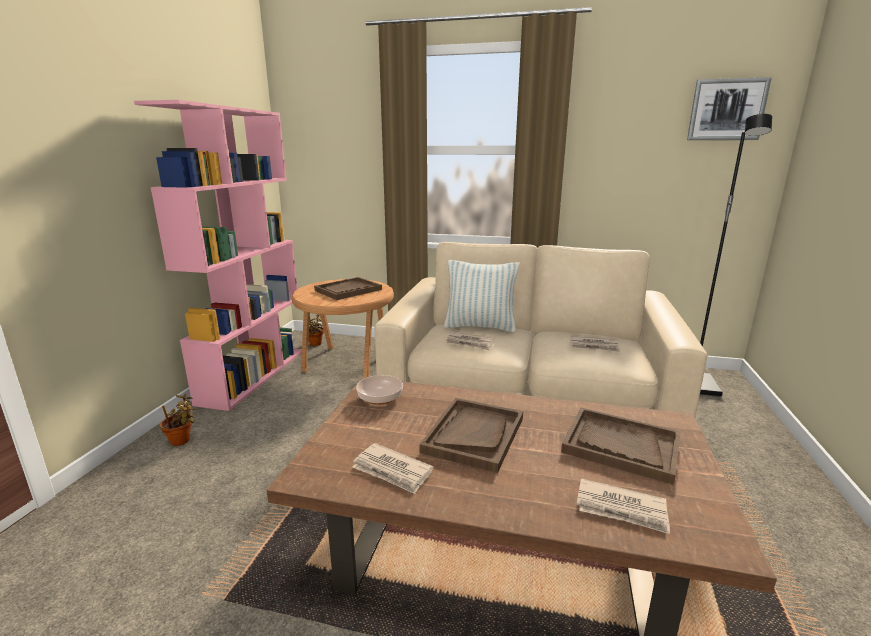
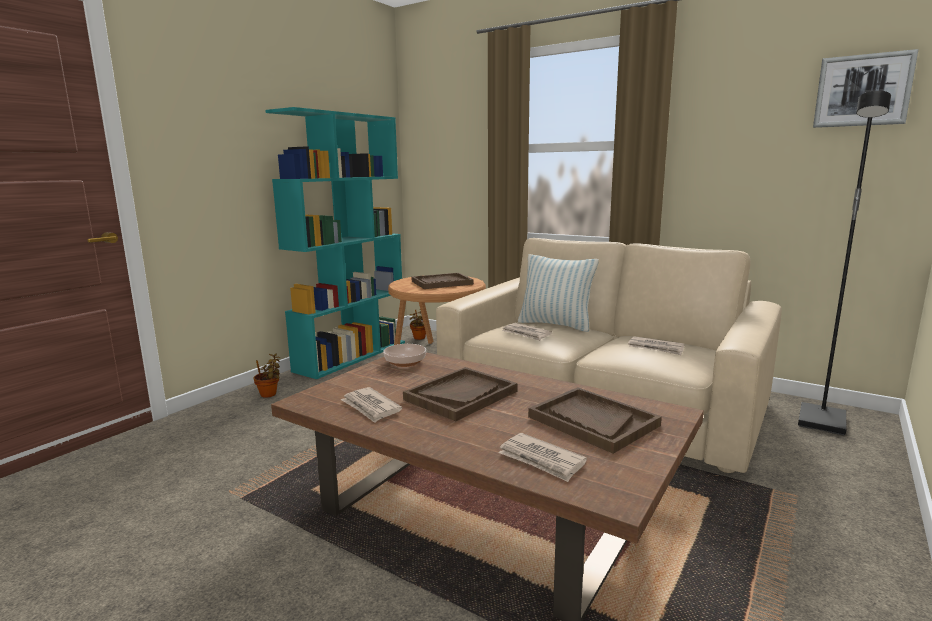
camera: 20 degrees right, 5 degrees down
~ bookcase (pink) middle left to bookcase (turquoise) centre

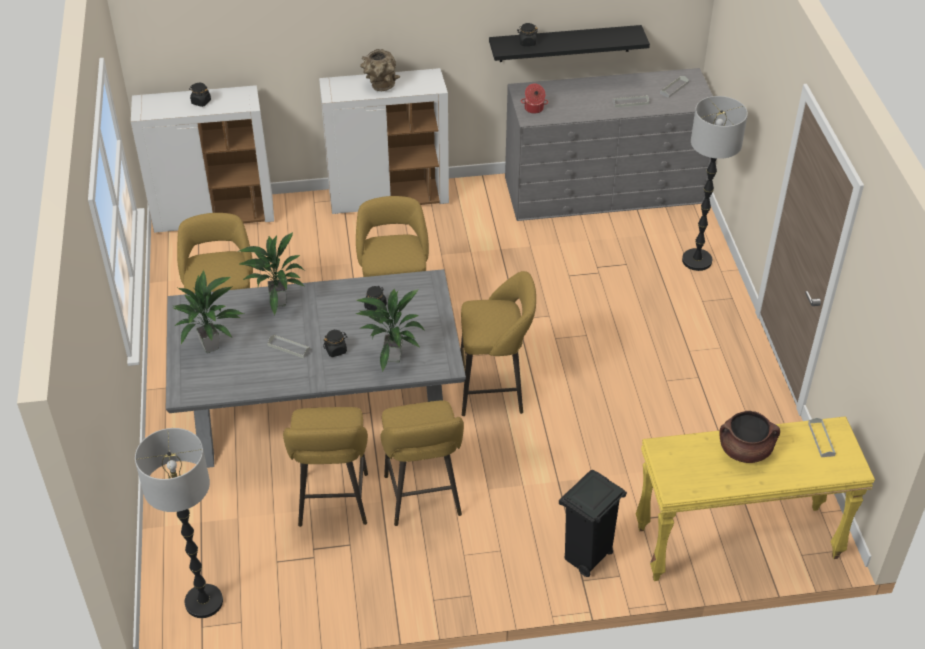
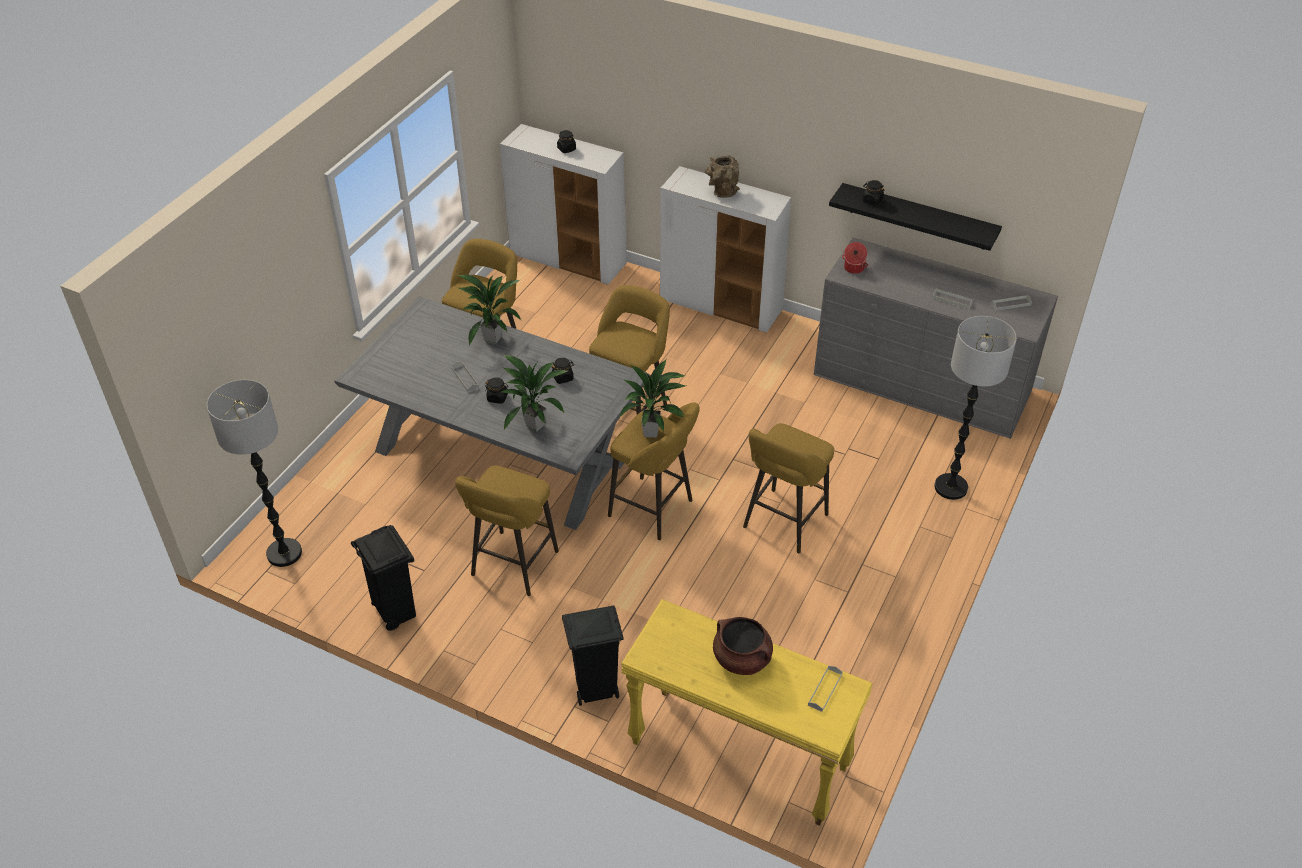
camera: 35 degrees right, 0 degrees up
+ trash can (black) (1st from left) middle left
~ potted plant (1st from left in the first image) middle left to potted plant (3rd from left) centre
~ stool (yellow) (2nd from left in the first image) bottom centre to stool (yellow) (5th from left) centre

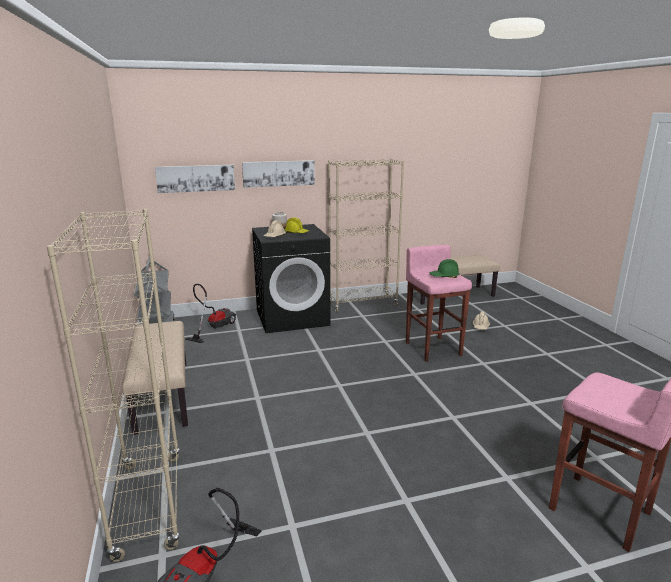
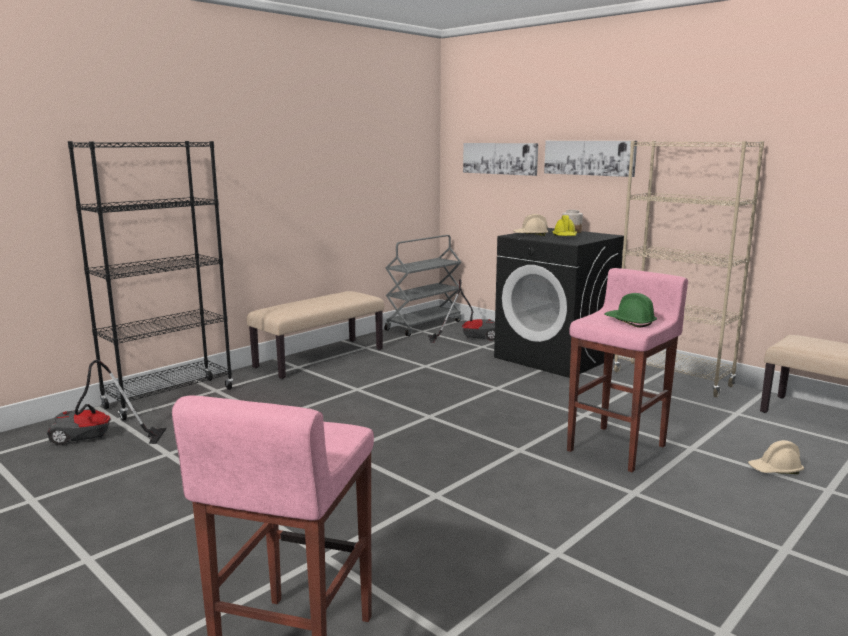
camera: 60 degrees right, 5 degrees down
~ bookcase (beige) (1st from left) middle left to bookcase (black) middle left

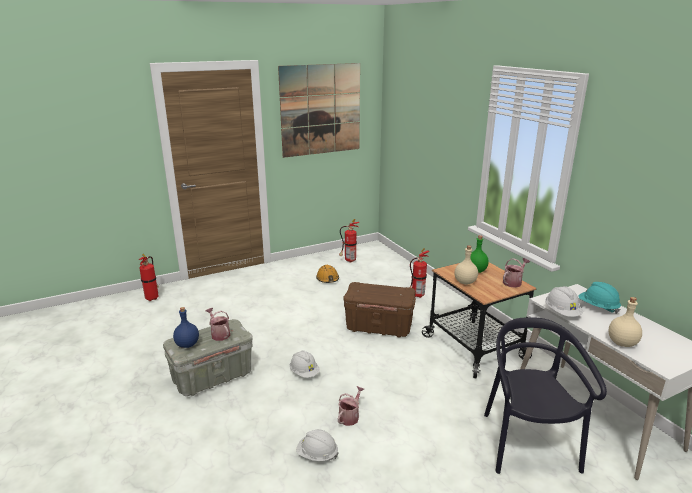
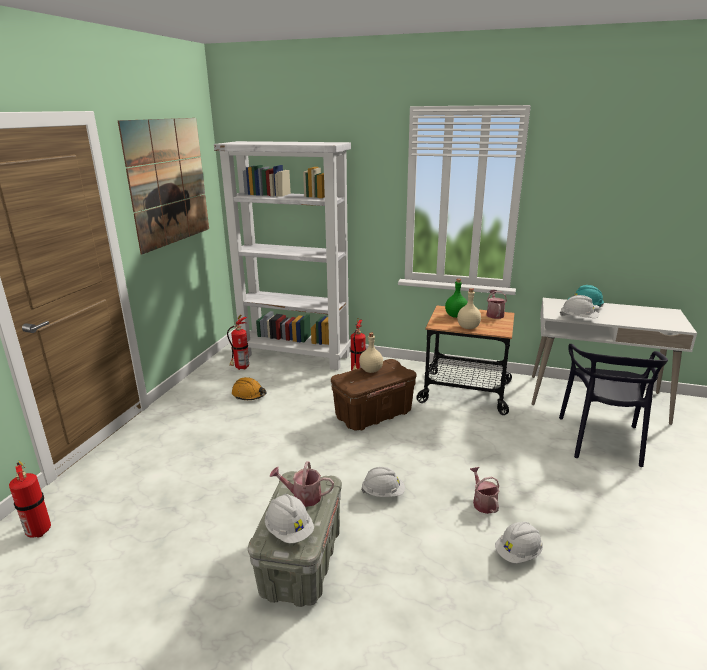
camera: 45 degrees left, 0 degrees up
+ bookcase (white) centre
~ bottle (beige) (2nd from left in the first image) middle right to bottle (beige) (1st from left) centre
~ bottle (blue) middle left to hard hat (white) (1st from left) bottom centre
~ chair (black) bottom right = middle right 120 degrees counterclockwise

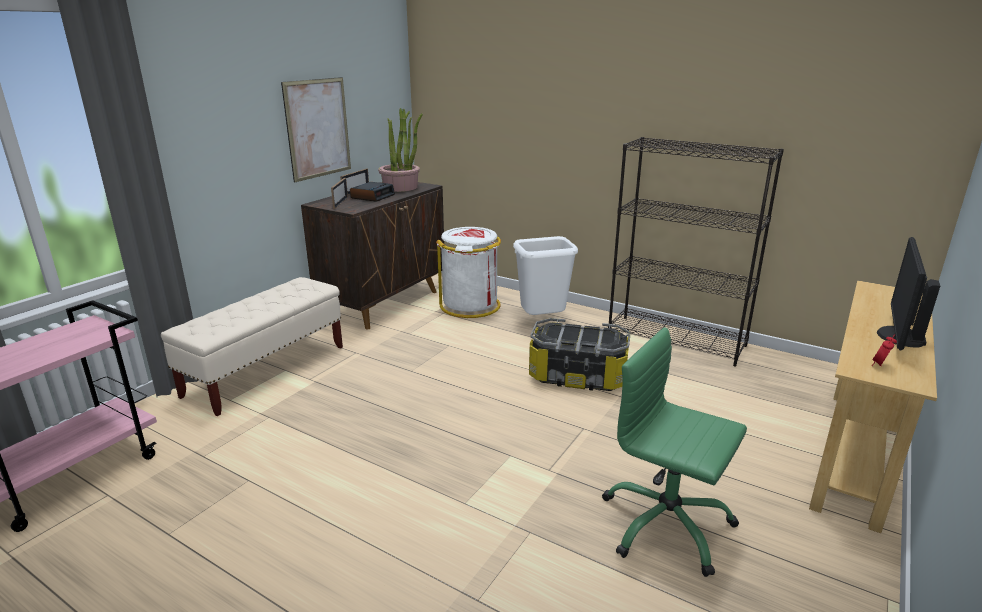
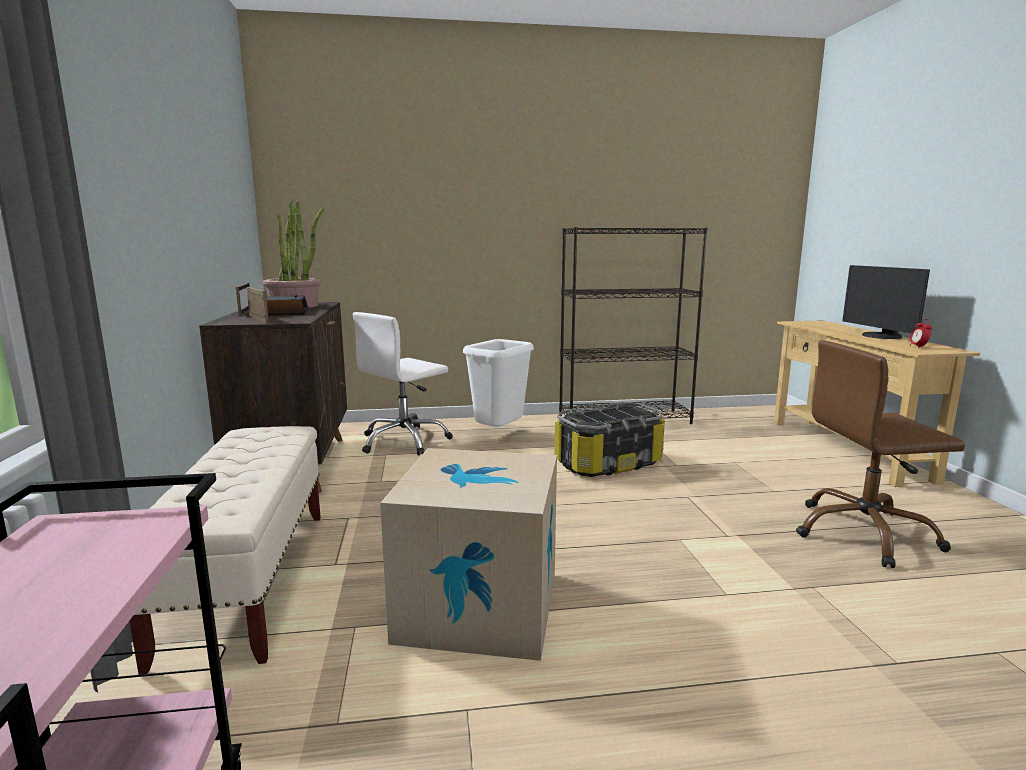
camera: 40 degrees left, 10 degrees down
- picture top left
+ cardboard box bottom centre
~ trash can (white) (1st from left) centre to office chair (white) centre
~ office chair (green) bottom right to office chair (brown) middle right

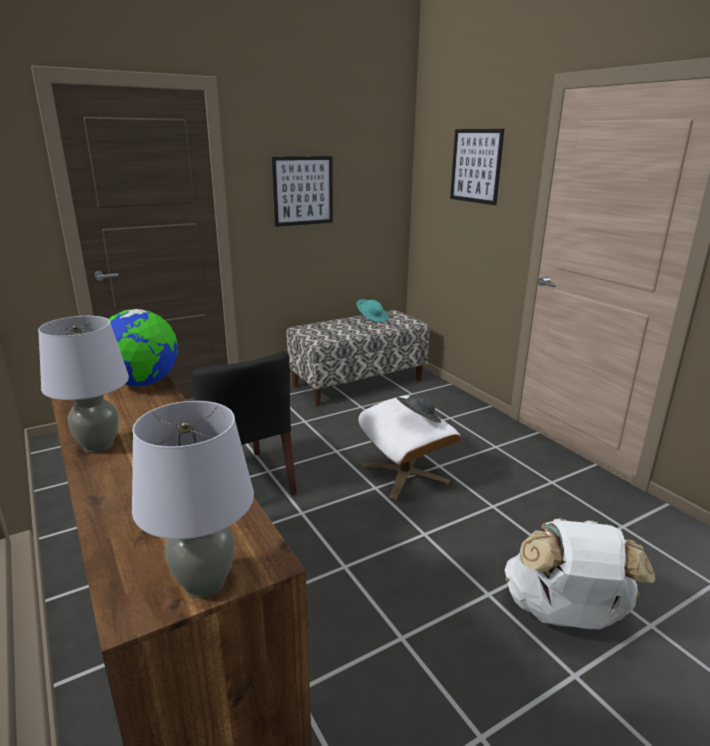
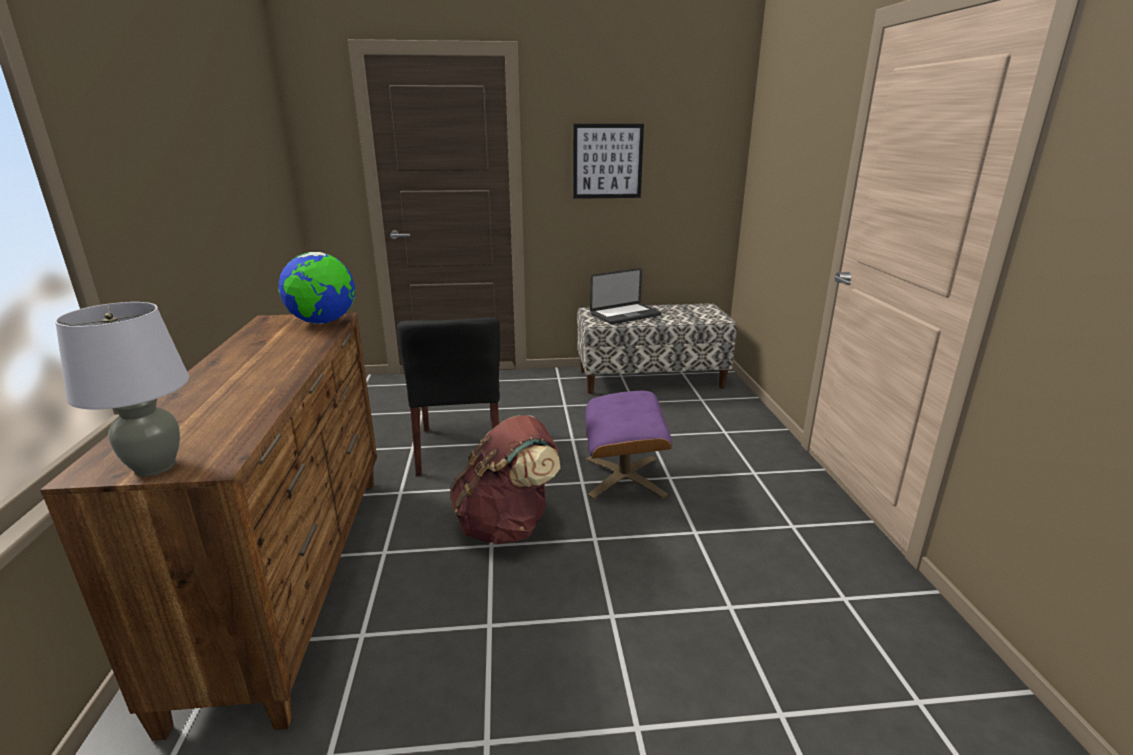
camera: 25 degrees right, 0 degrees up
- table lamp (grey) (1st from left) middle left
- hat (turquoise) centre
- hat (grey) centre
- picture (2nd from left) top right
- backpack (white) bottom right
+ backpack (brown) centre
+ laptop centre
~ ottoman (white) centre to ottoman (purple) centre

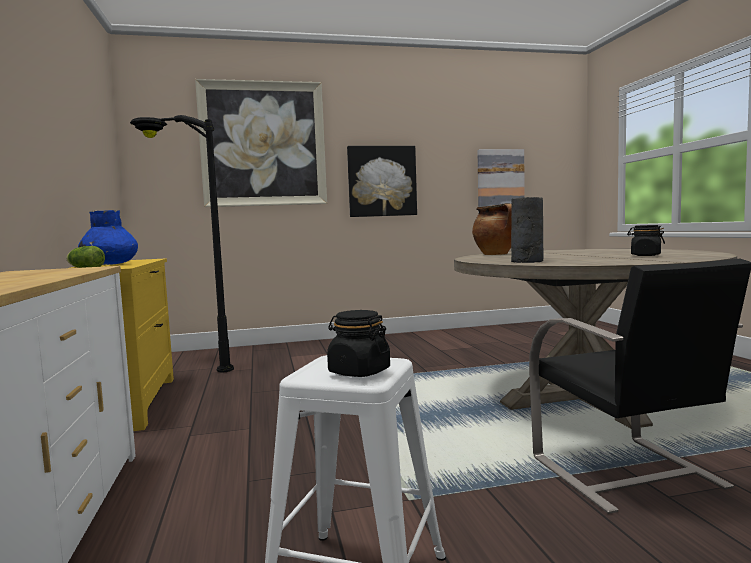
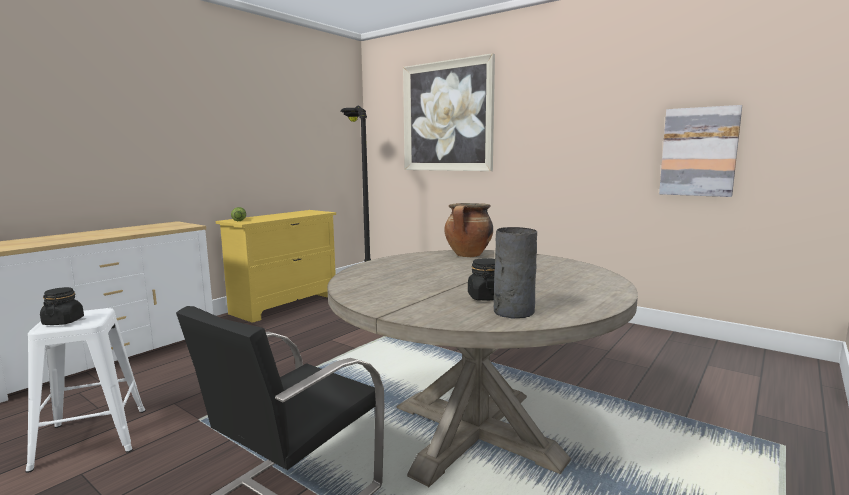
camera: 50 degrees right, 5 degrees up
- vase (blue) middle left
- picture (2nd from left) top centre
~ vase (grey) middle right to centre

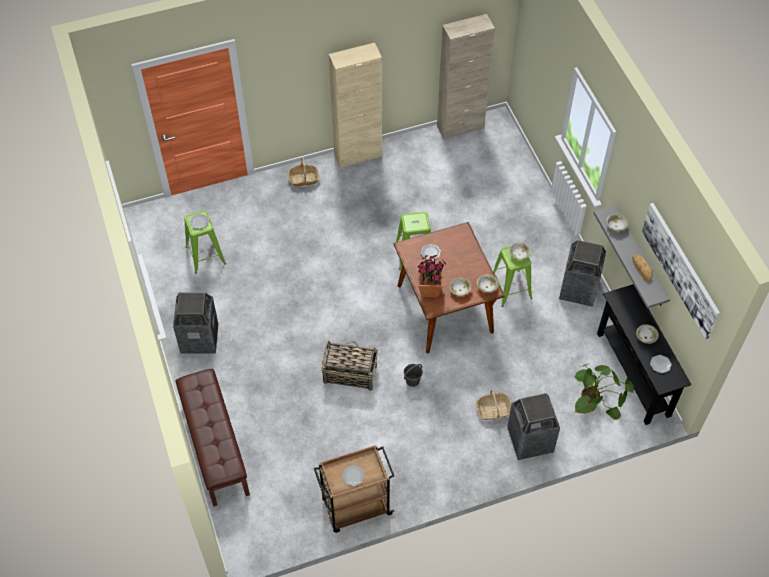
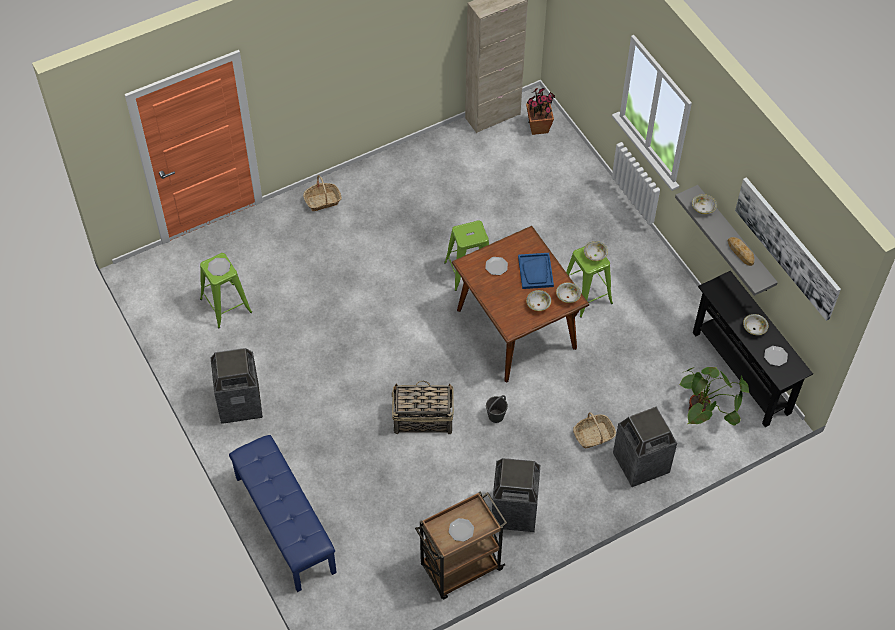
camera: 10 degrees left, 0 degrees up
- cabinet (beige) (1st from left) top centre
+ tray (blue) centre
~ potted plant (1st from left) centre to top centre
~ trash can (3rd from left in the first image) middle right to trash can (2nd from left) bottom centre
~ bench (brown) bottom left to bench (blue) bottom left

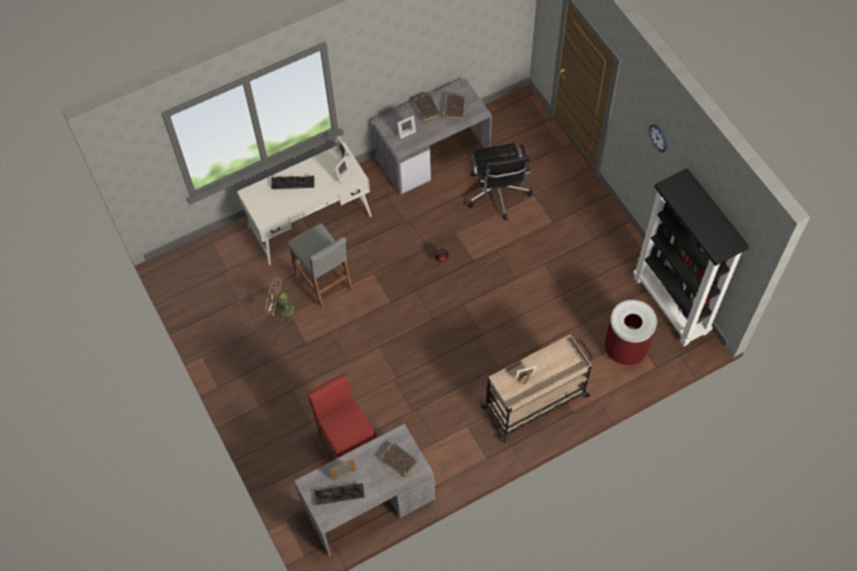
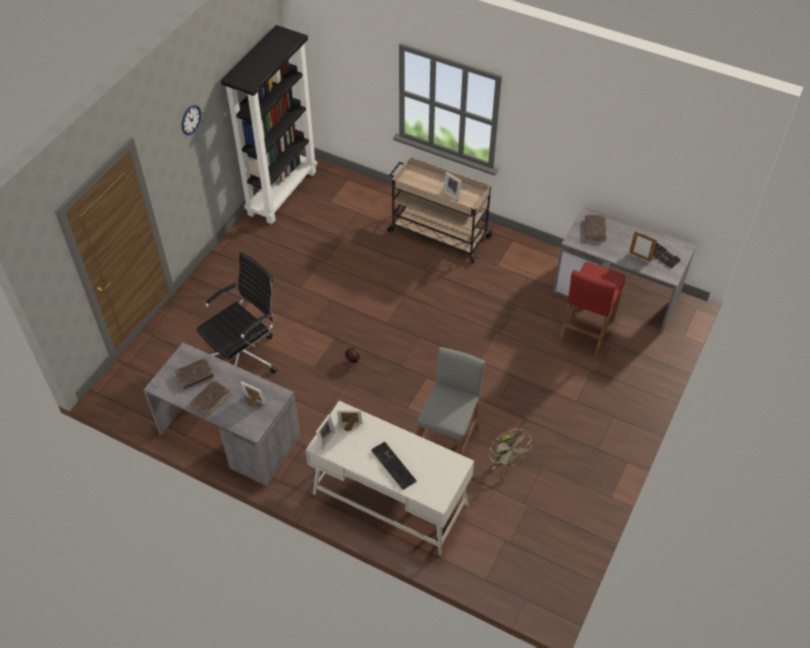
camera: 125 degrees left, 10 degrees down
- trash can middle right

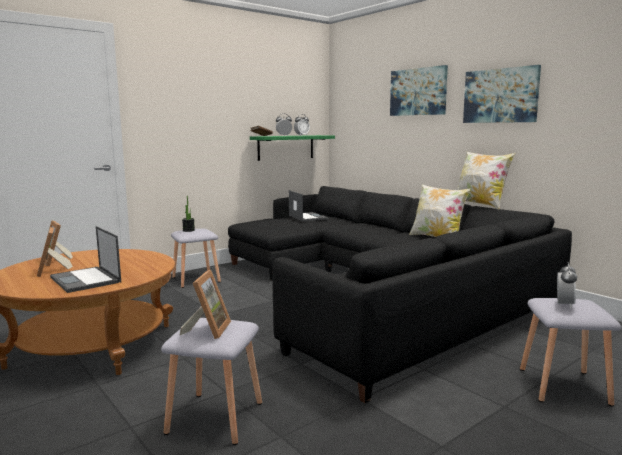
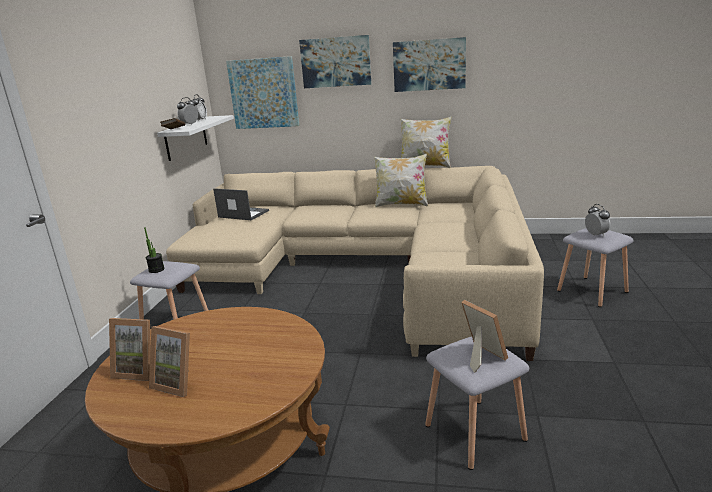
camera: 40 degrees left, 10 degrees up
- laptop (1st from left) middle left
+ picture (1st from left) top centre
~ sofa (black) centre to sofa (beige) centre
~ shelf (green) top centre to shelf (white) top left

